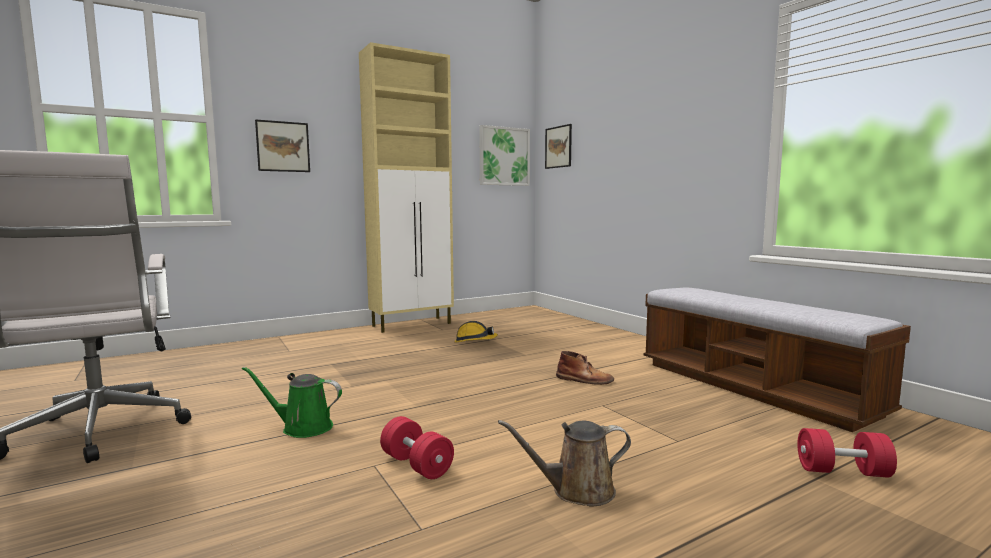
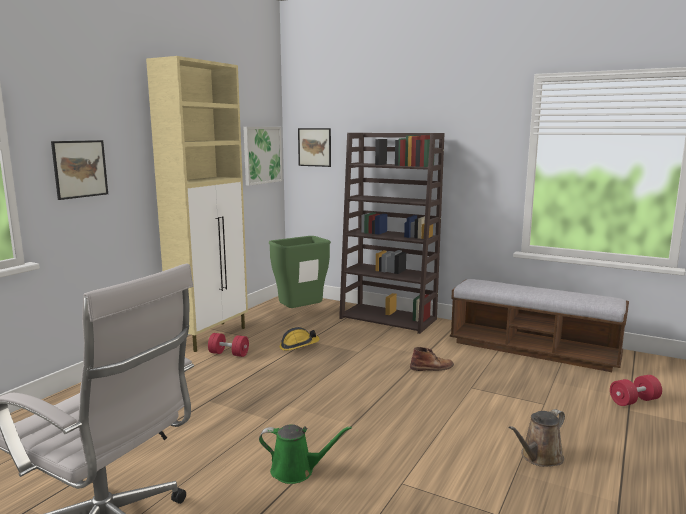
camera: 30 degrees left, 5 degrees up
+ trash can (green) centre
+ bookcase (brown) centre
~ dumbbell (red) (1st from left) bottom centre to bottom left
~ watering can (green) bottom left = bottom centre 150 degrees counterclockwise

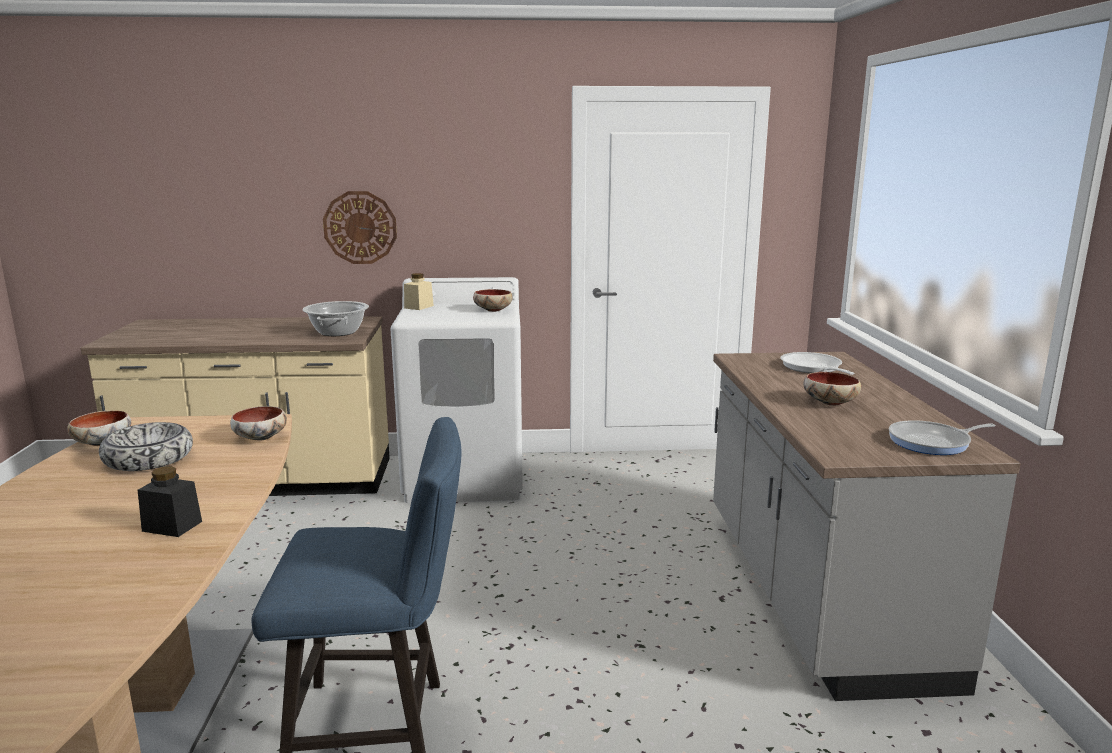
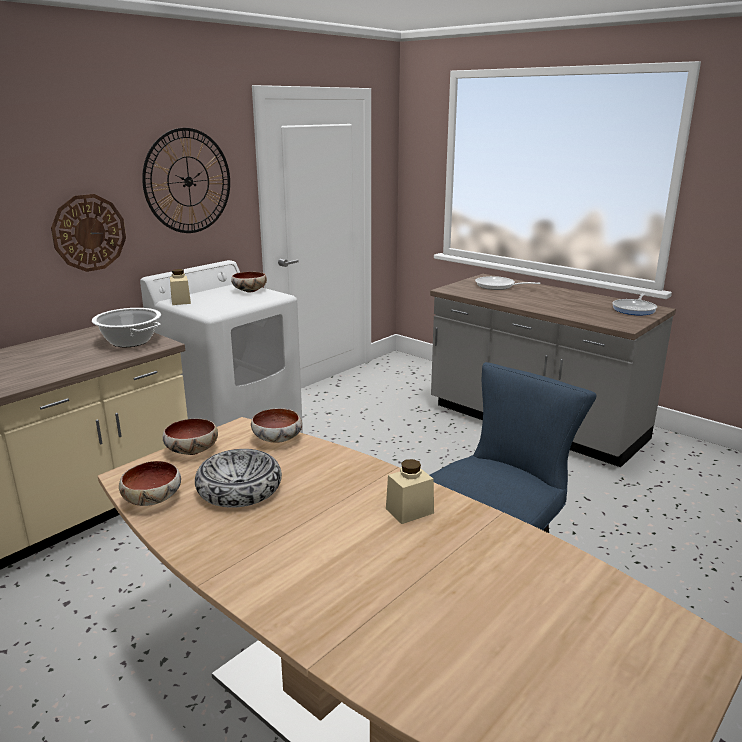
camera: 45 degrees left, 5 degrees up
+ wall clock (2nd from left) top left
~ bowl (5th from left in the first image) middle right to bowl (2nd from left) middle left
~ jar (black) middle left to jar (beige) (2nd from left) centre

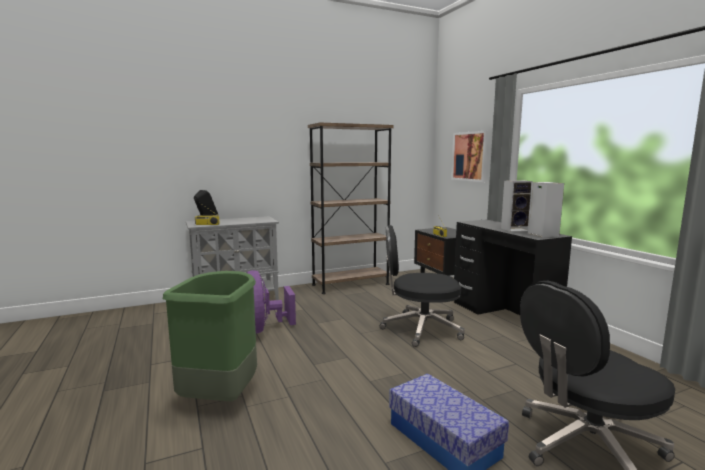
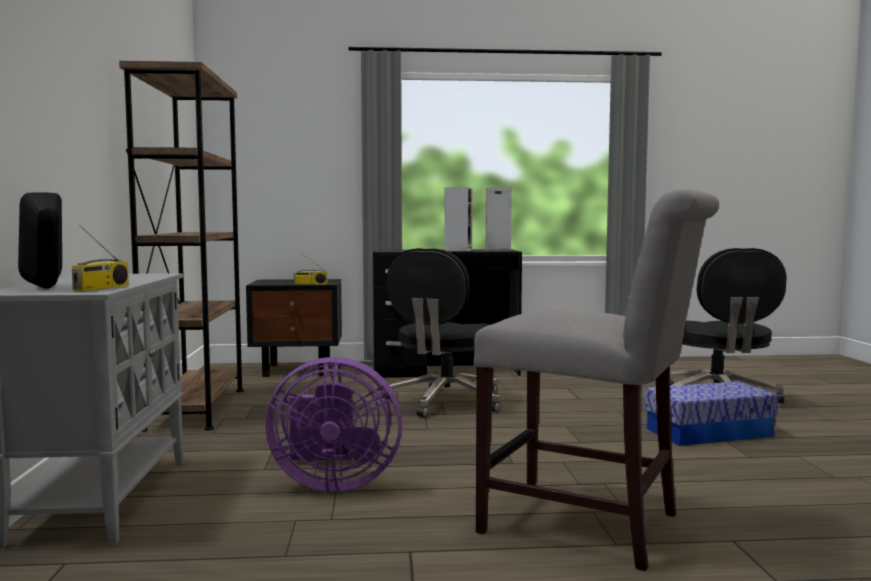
camera: 70 degrees left, 5 degrees down
- picture top centre
~ trash can (green) bottom left to chair (grey) middle right

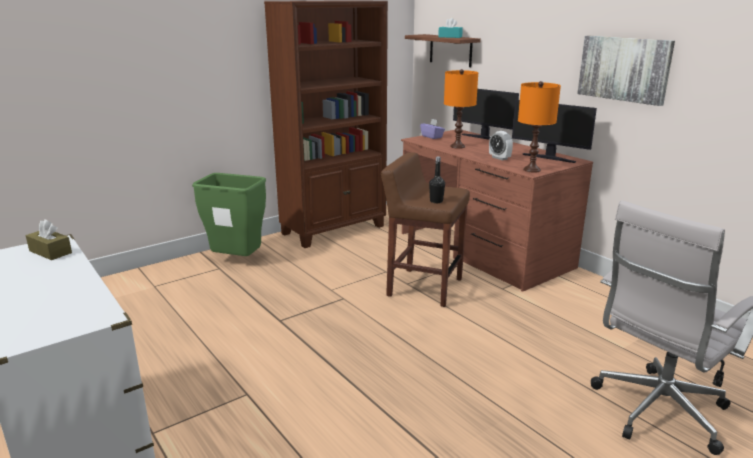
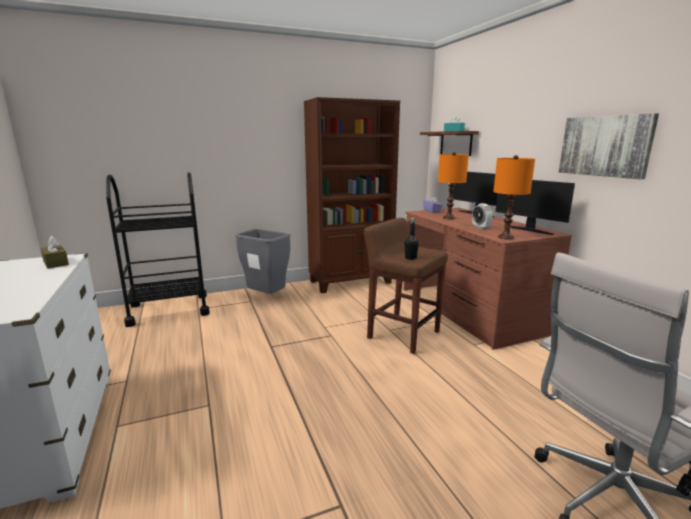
camera: 15 degrees right, 5 degrees down
+ cart (black) middle left
~ trash can (green) middle left to trash can (grey) centre

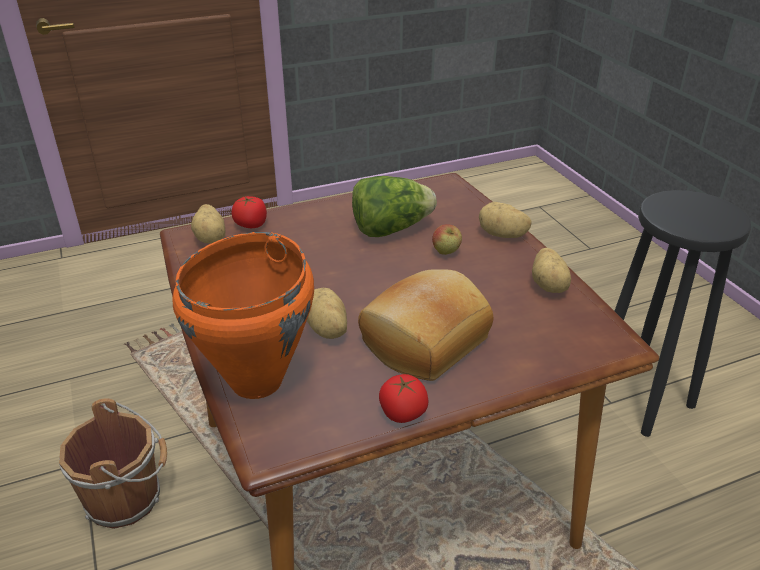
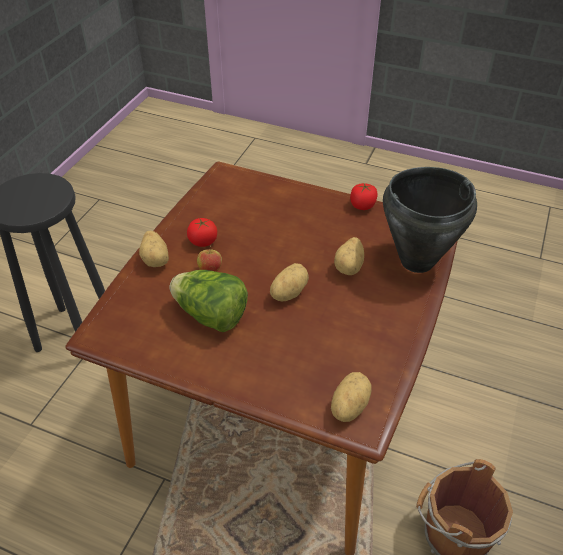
camera: 135 degrees left, 10 degrees up
- bread centre
~ tomato (1st from left) middle left to centre
~ potato (4th from left in the first image) middle right to potato (2nd from left) centre
~ cooking pot (orange) middle left to cooking pot (black) middle right

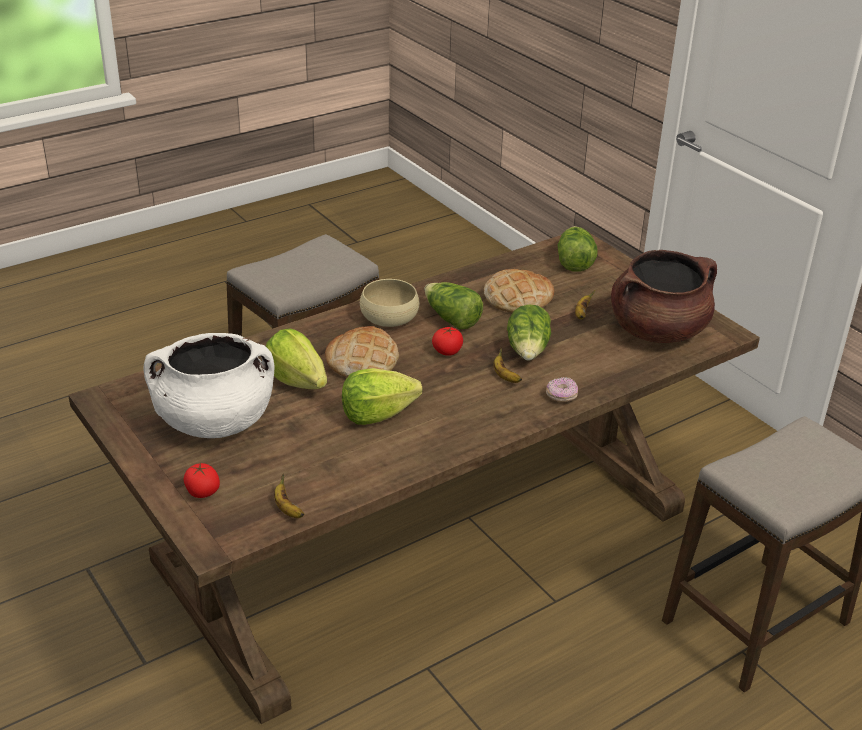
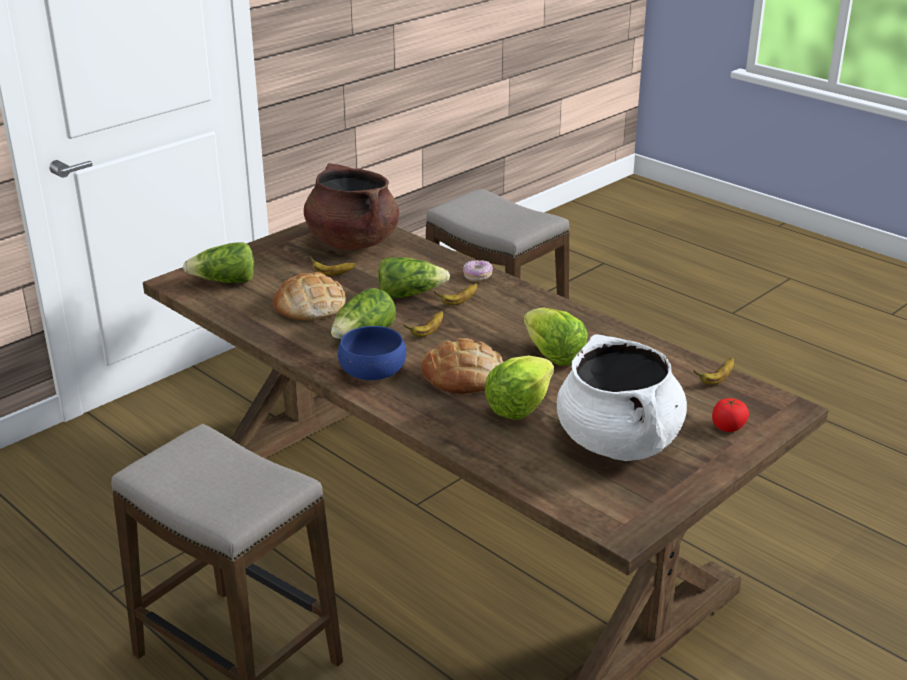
camera: 100 degrees left, 5 degrees down
~ tomato (2nd from left) centre to banana (2nd from left) centre
~ bowl (beige) centre to bowl (blue) centre

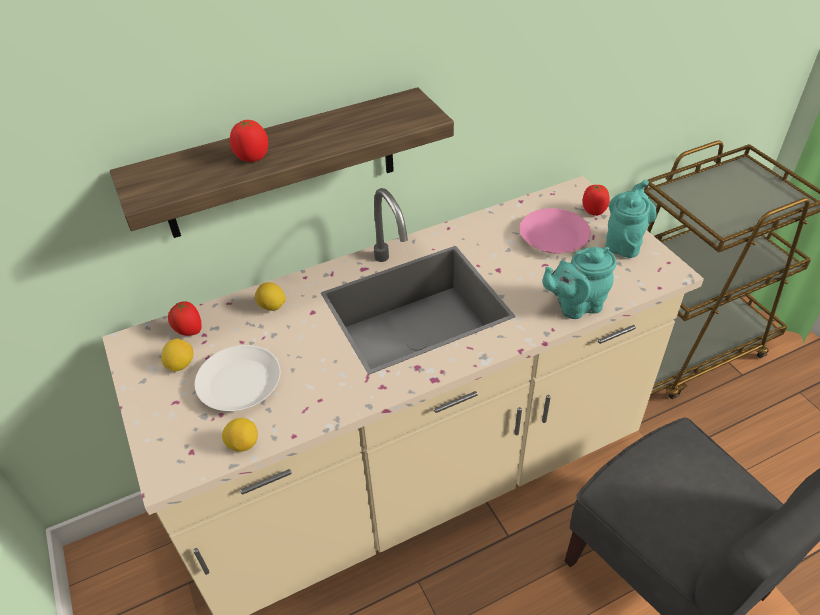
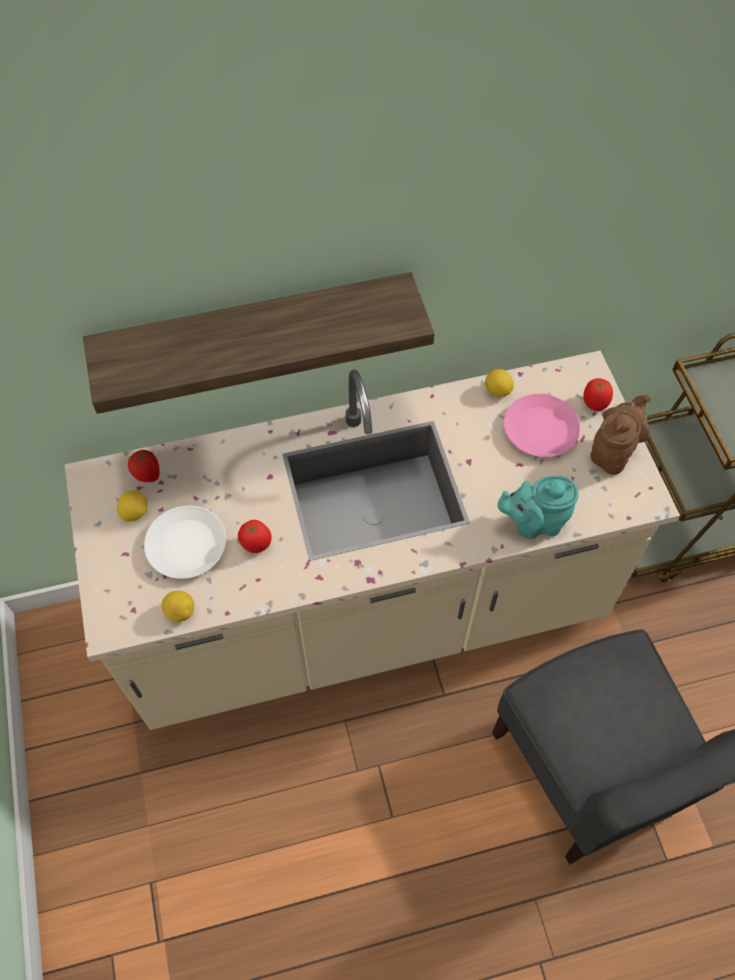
camera: 10 degrees right, 15 degrees up
~ tomato (2nd from left) top left to centre
~ lemon (3rd from left) middle left to middle right
~ teapot (turquoise) (2nd from left) middle right to teapot (brown) middle right

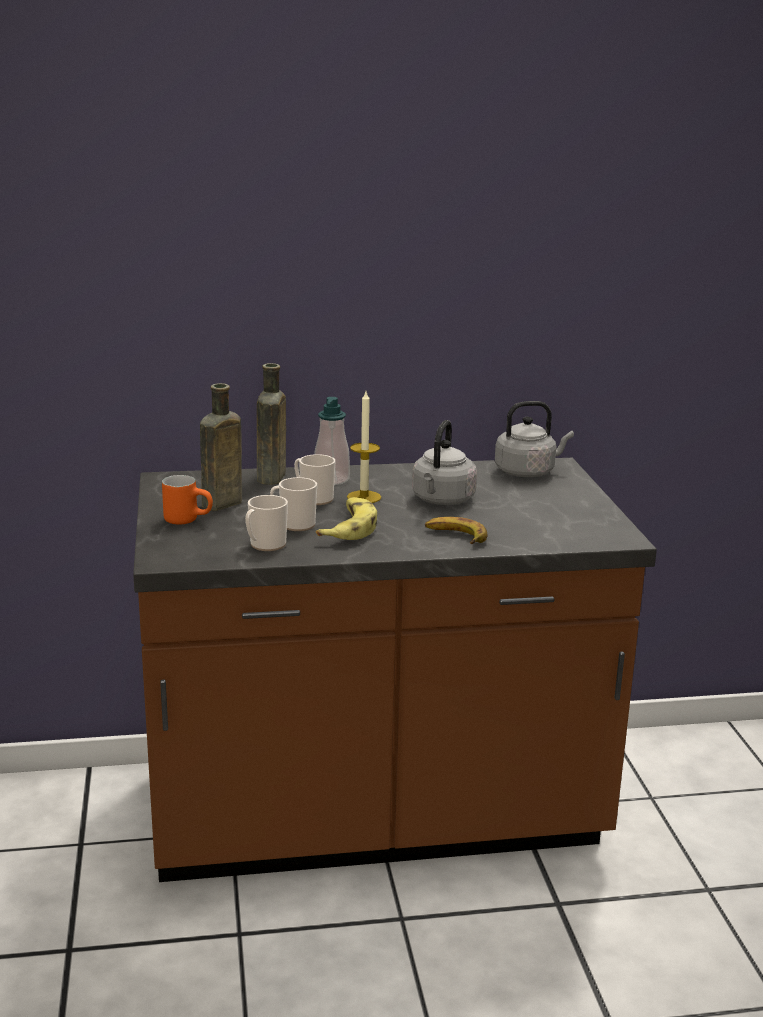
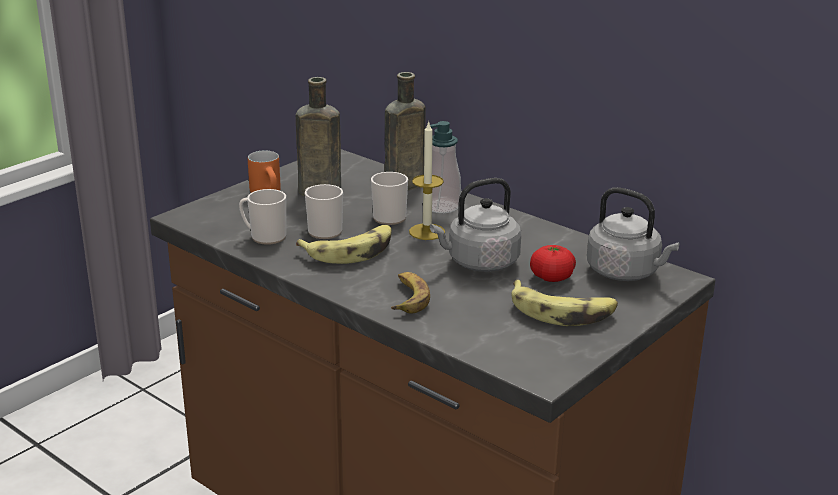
camera: 50 degrees right, 5 degrees up
+ banana (3rd from left) middle right
+ tomato centre

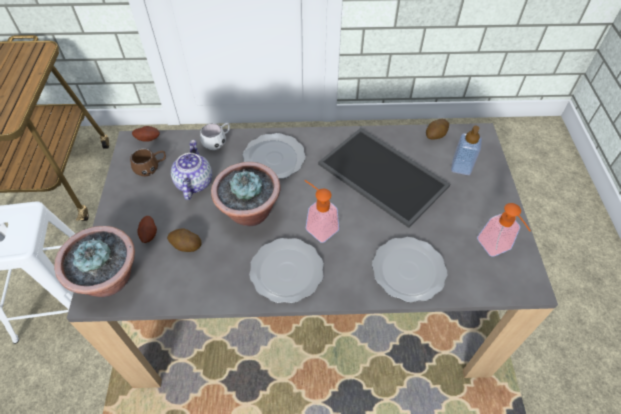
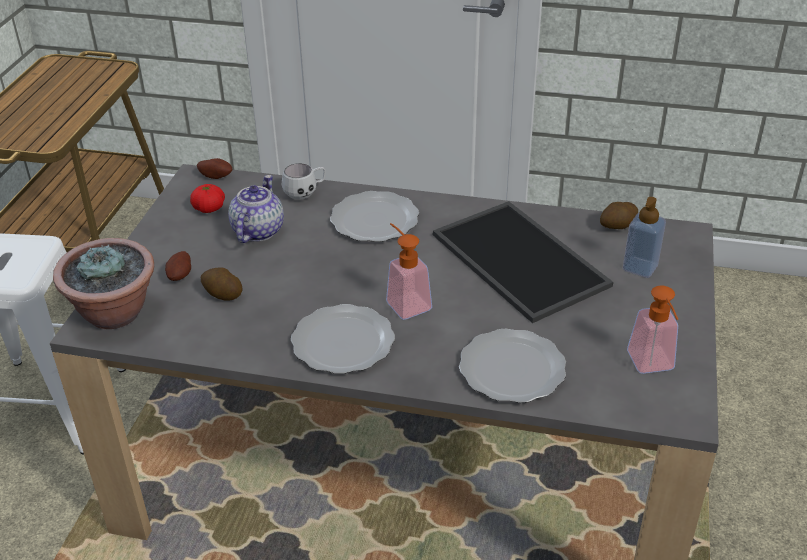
camera: 15 degrees right, 15 degrees down
- potted plant (2nd from left) centre
~ mug (brown) middle left to tomato middle left

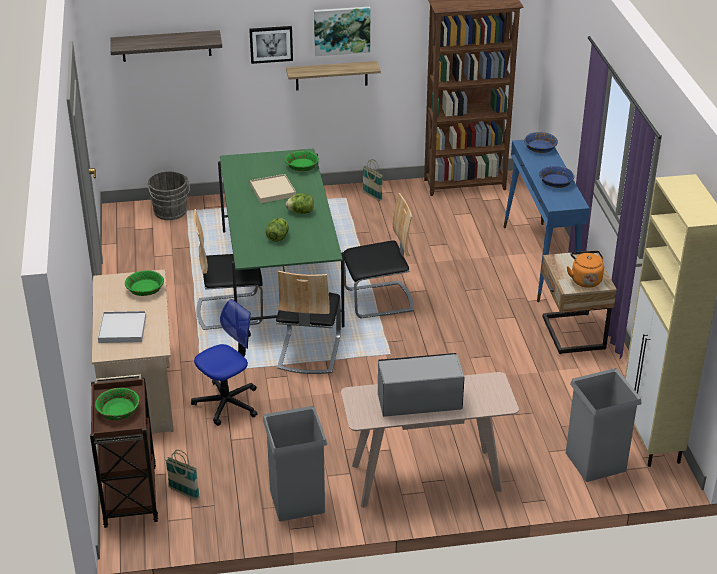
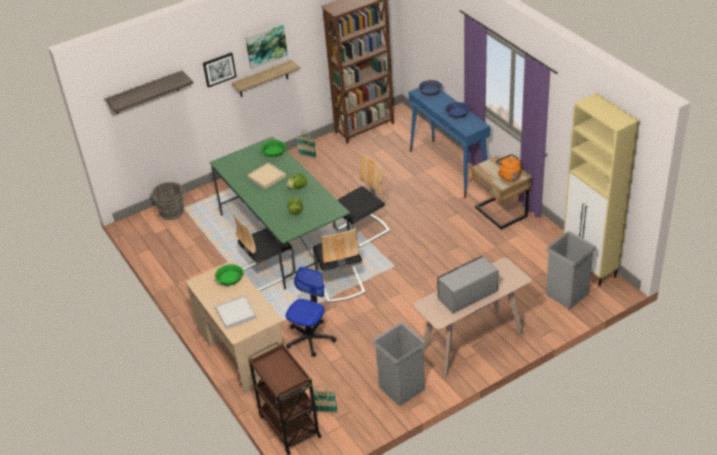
camera: 20 degrees left, 5 degrees up
- bowl (green) (1st from left) bottom left

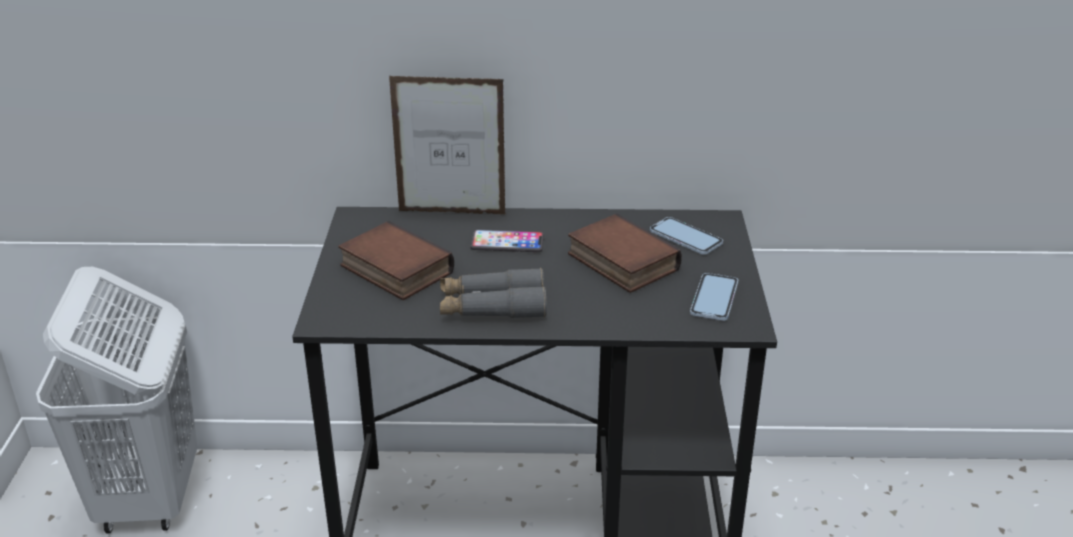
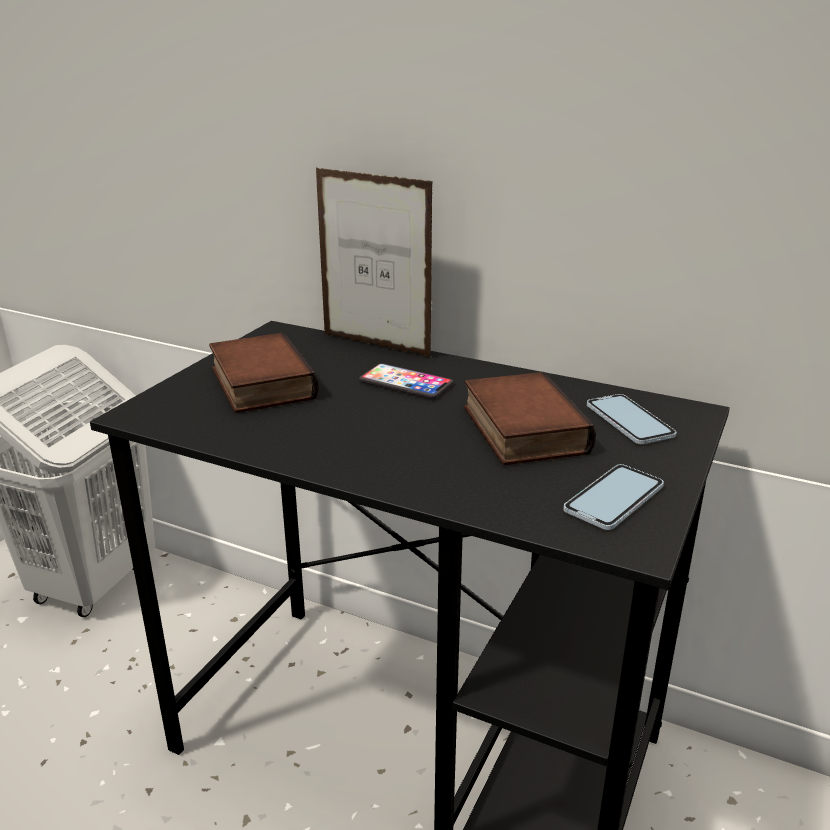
camera: 25 degrees right, 5 degrees down
- binoculars (grey) centre

